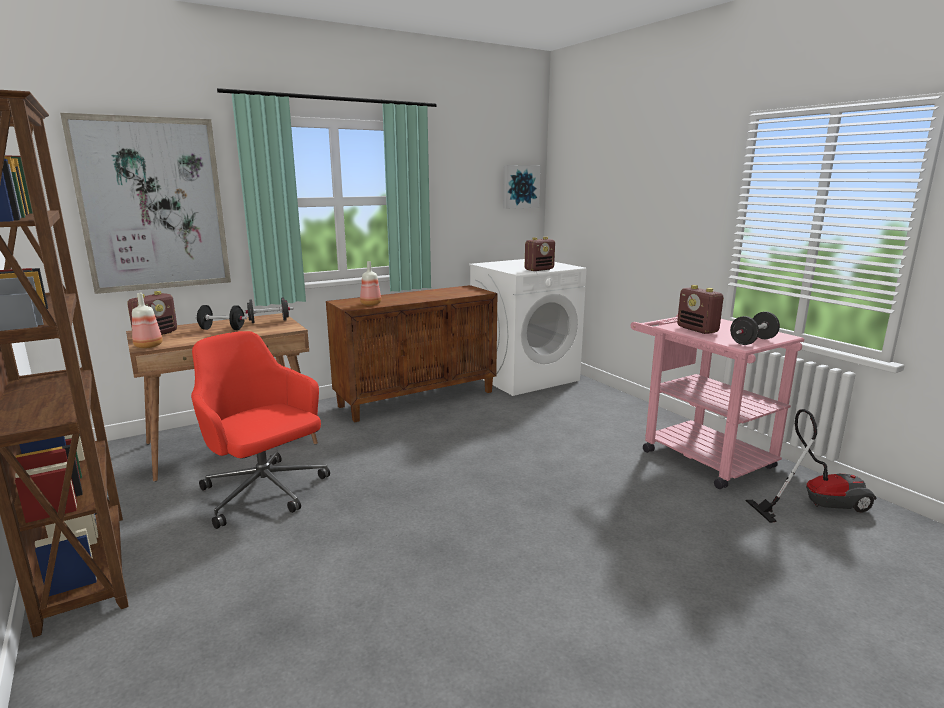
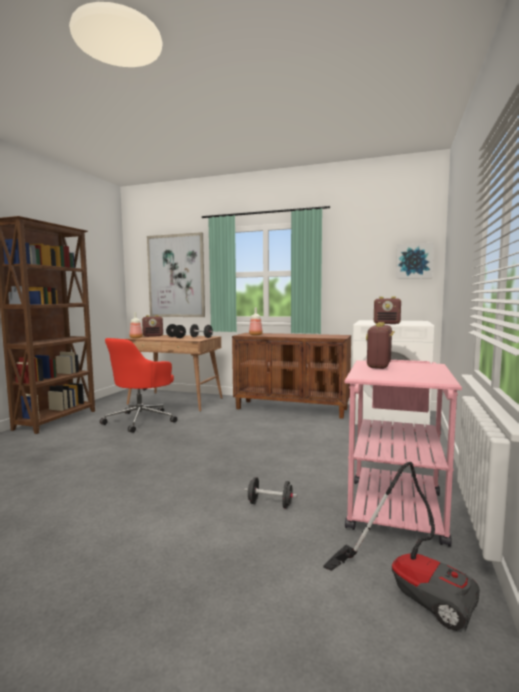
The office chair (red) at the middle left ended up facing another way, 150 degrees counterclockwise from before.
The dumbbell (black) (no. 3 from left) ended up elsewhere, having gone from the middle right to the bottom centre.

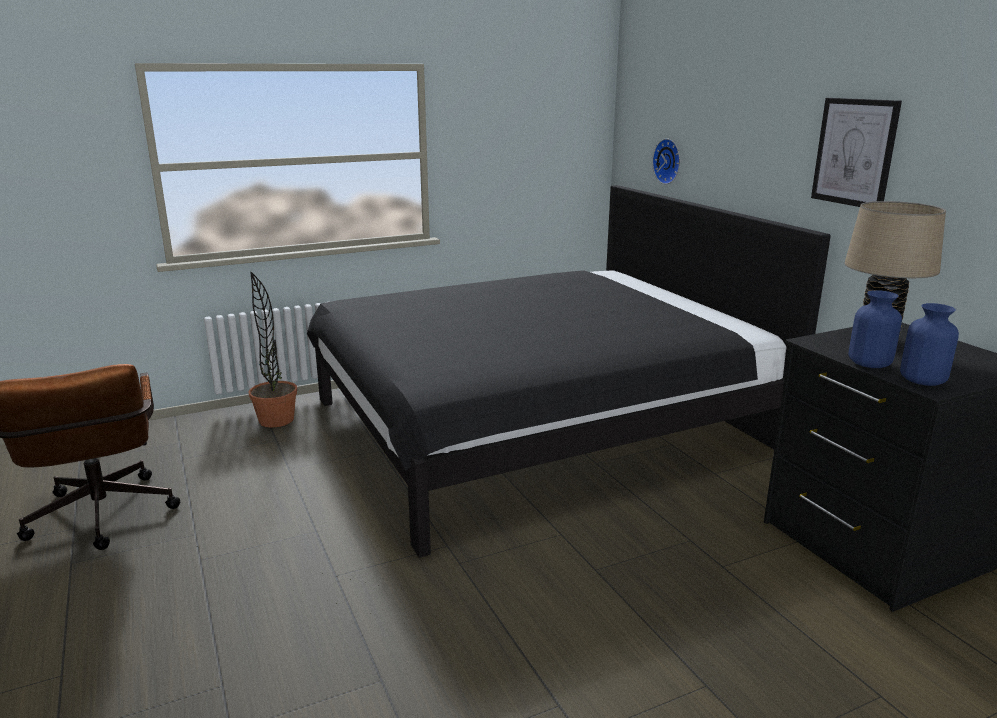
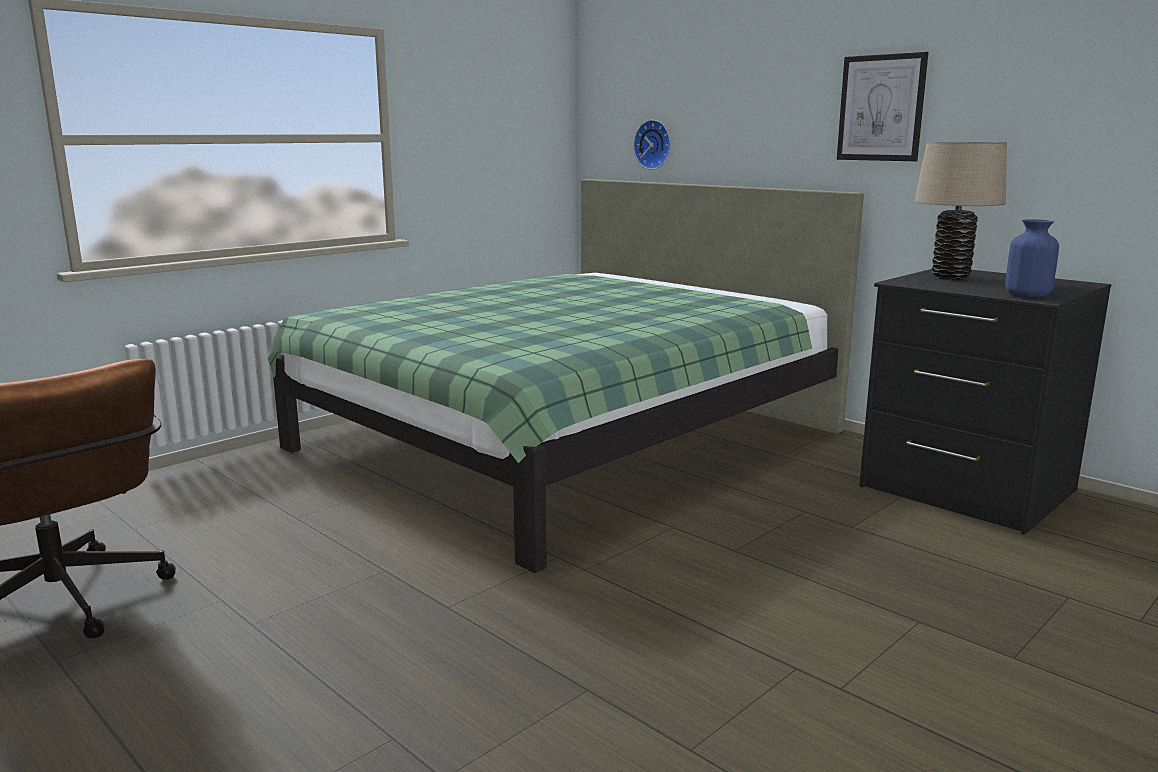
The second view lost the potted plant at the middle left.
What was the bed (black) at the centre turned into the bed (green) at the centre.
The second view lost the vase (blue) (no. 1 from left) at the middle right.

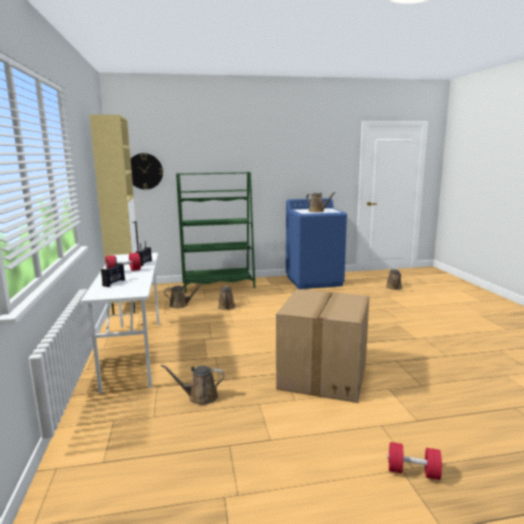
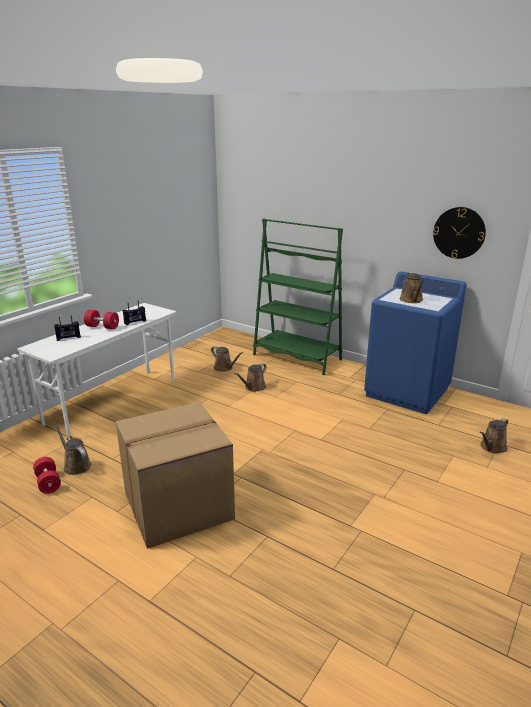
The second view lost the cabinet (beige) at the middle left.
The wall clock ended up elsewhere, having gone from the top left to the top right.
The dumbbell (red) (no. 2 from left in the first image) ended up elsewhere, having gone from the bottom right to the bottom left.

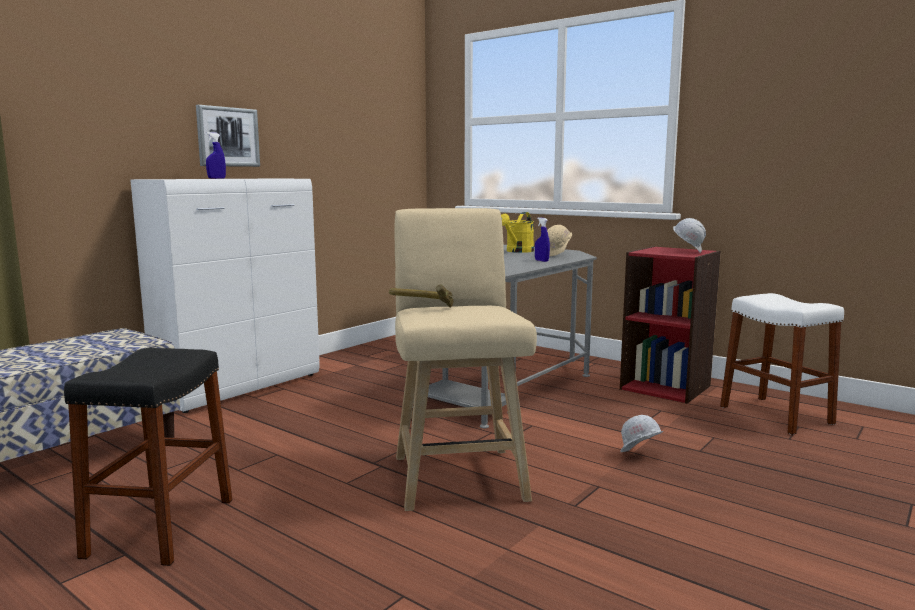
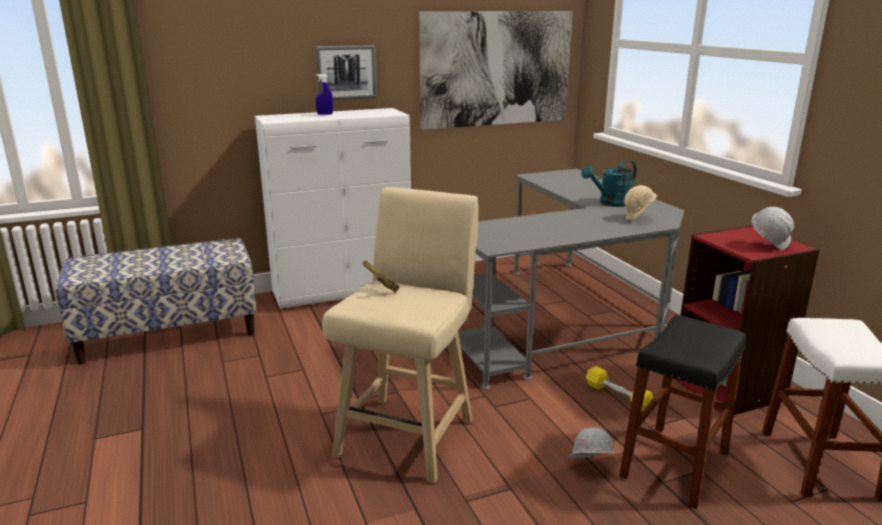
The stool (black) ended up elsewhere, having gone from the bottom left to the bottom right.
What was the watering can (yellow) at the centre turned into the watering can (turquoise) at the middle right.
The second view lost the spray bottle (blue) (no. 2 from left) at the centre.
The second view gained the picture (no. 2 from left) at the top centre.
The second view gained the dumbbell (yellow) at the bottom right.

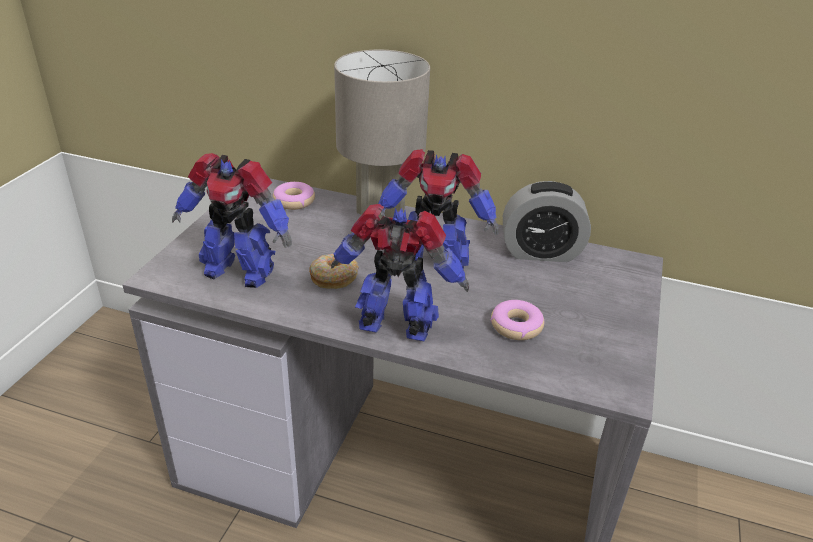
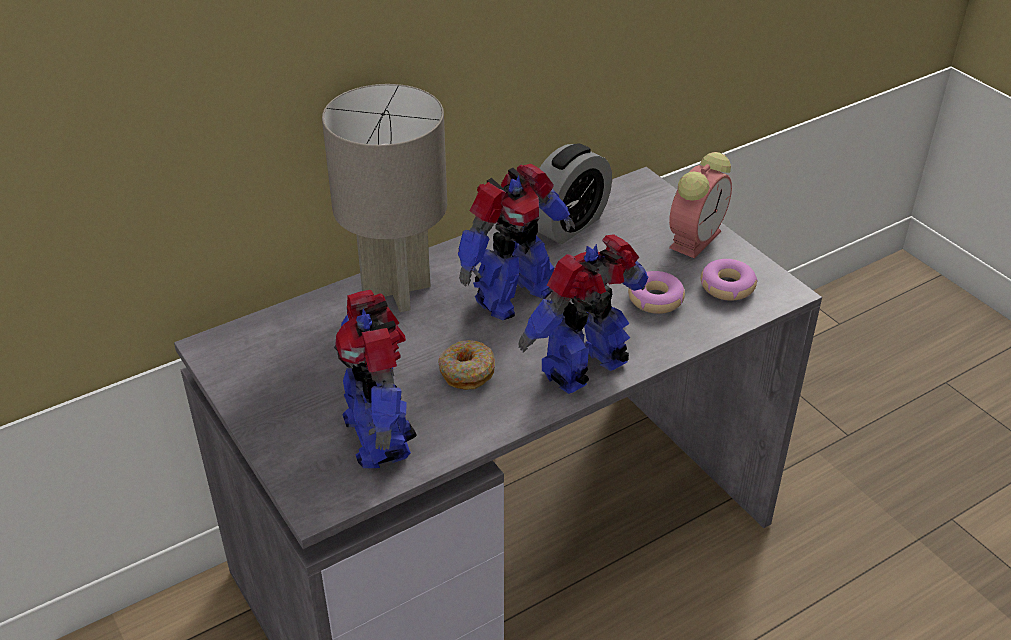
The toy robot (no. 1 from left) at the middle left ended up facing another way, 105 degrees clockwise from before.
The donut (no. 1 from left in the first image) ended up elsewhere, having gone from the centre to the middle right.
The second view gained the alarm clock (no. 2 from left) at the top right.

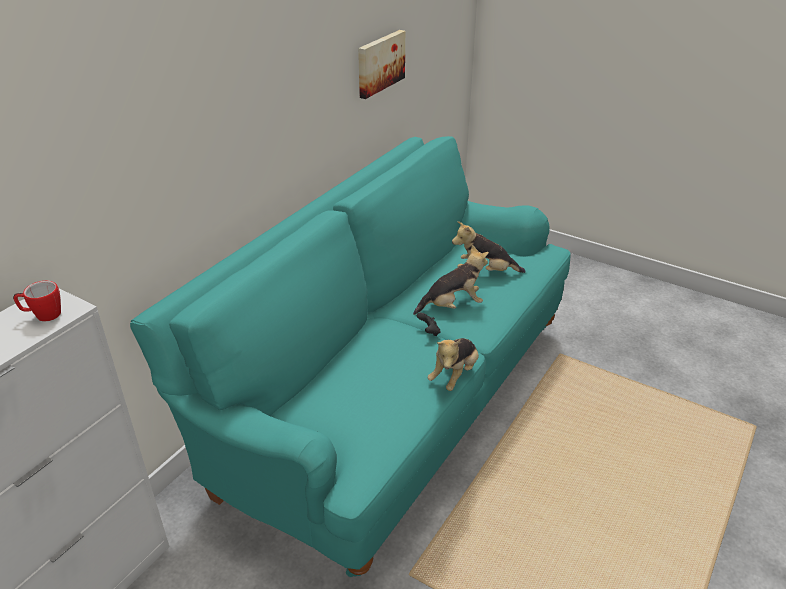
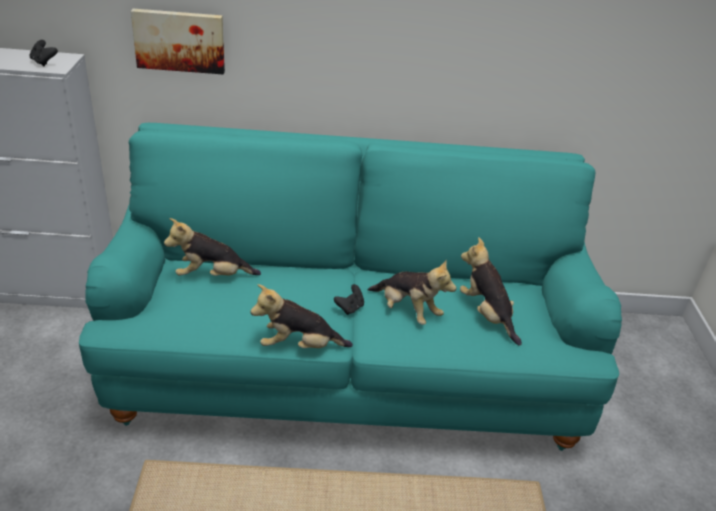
Where the mug stood at the middle left, the game controller (black) (no. 1 from left) came to stand at the top left.
The picture ended up elsewhere, having gone from the top centre to the top left.
The second view gained the plush toy (no. 1 from left) at the middle left.

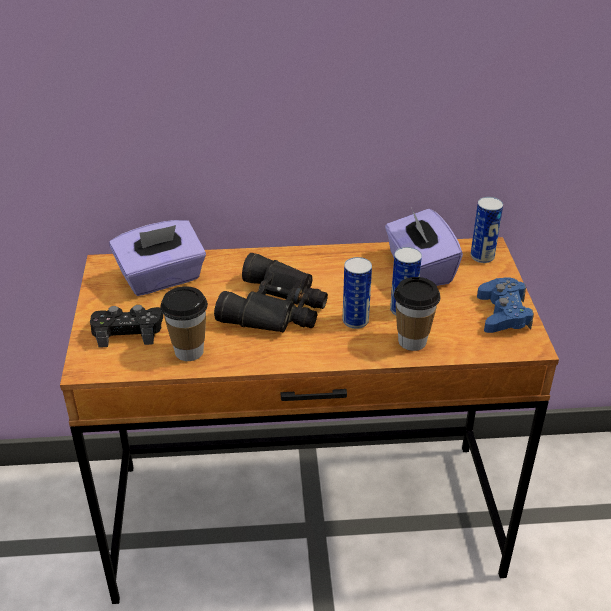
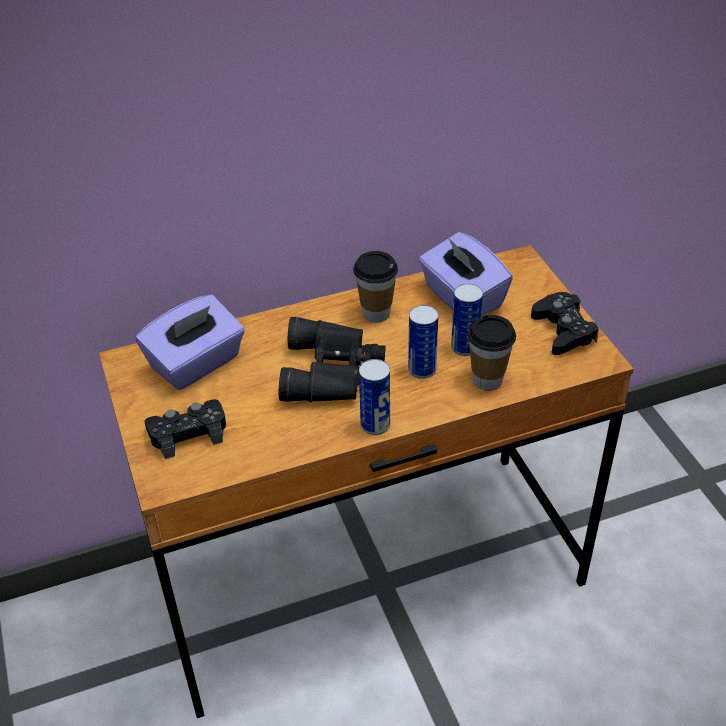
The cup (no. 1 from left) ended up elsewhere, having gone from the middle left to the centre.
The can (no. 3 from left in the first image) ended up elsewhere, having gone from the middle right to the centre.
What was the game controller (blue) at the middle right turned into the game controller (black) (no. 2 from left) at the middle right.

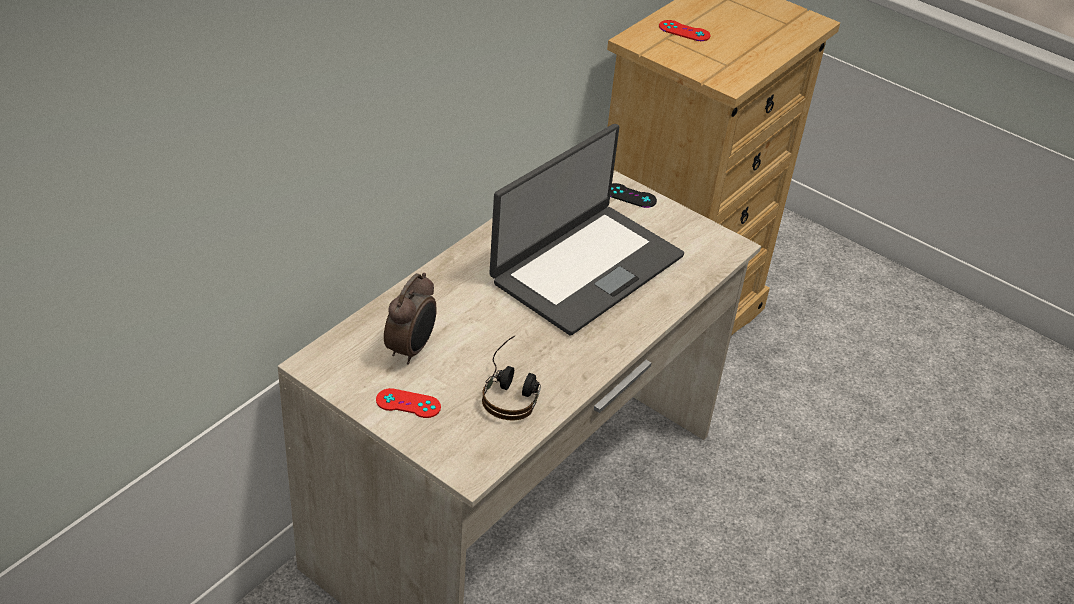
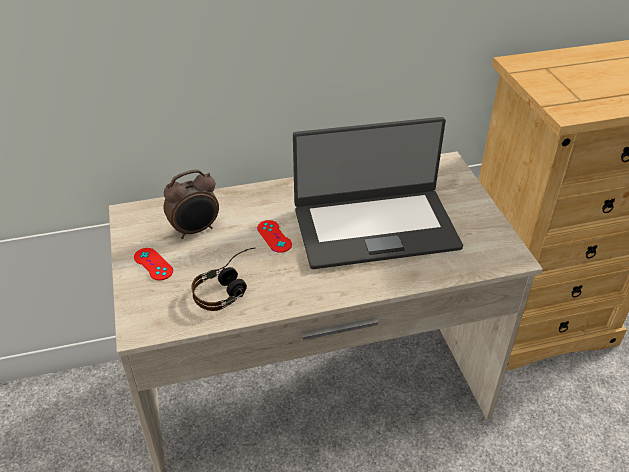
The second view lost the game controller (black) at the top centre.
The game controller (red) (no. 2 from left) ended up elsewhere, having gone from the top centre to the centre.

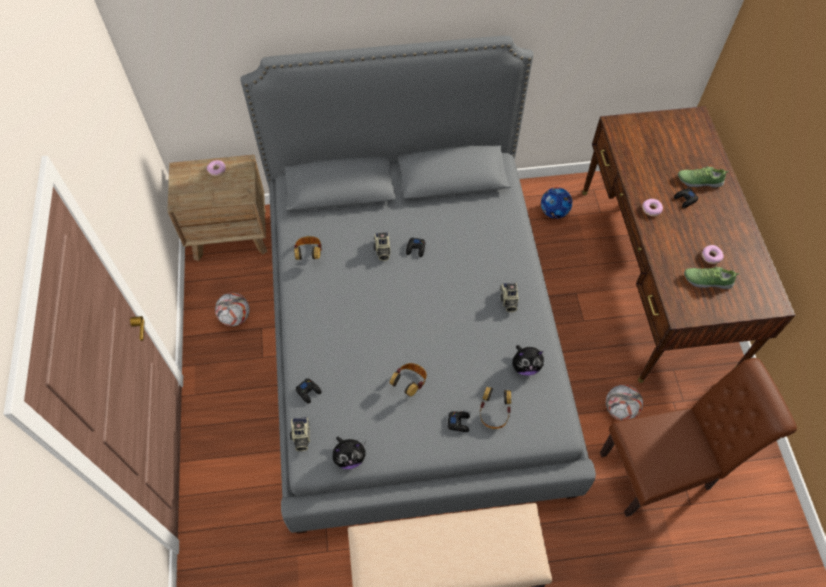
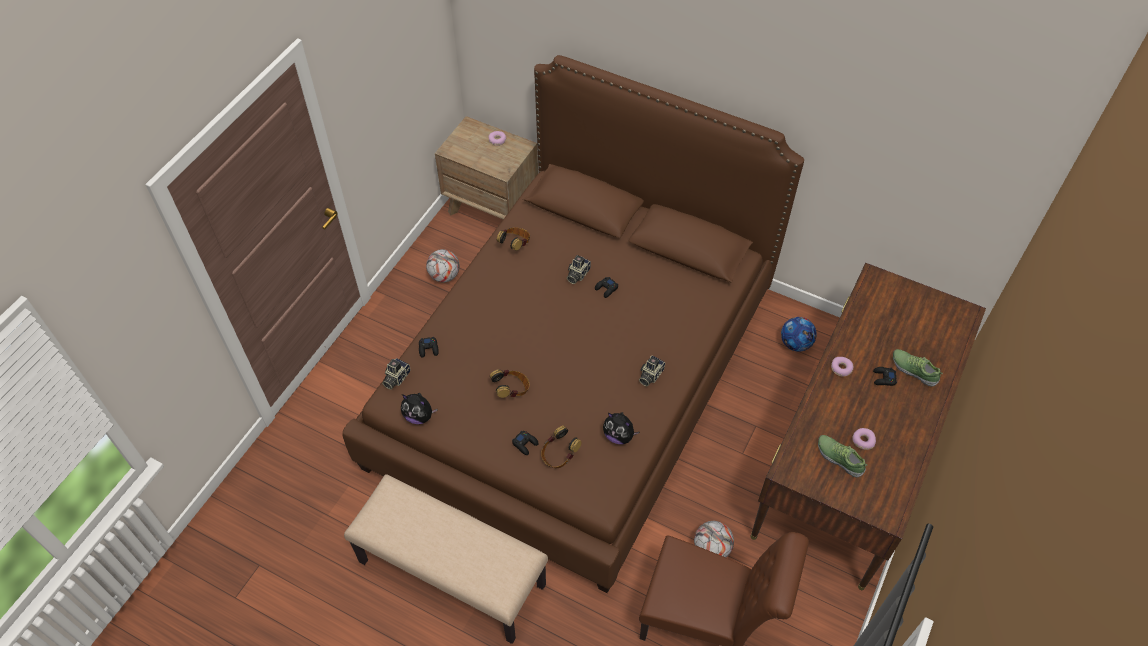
What was the bed (grey) at the centre turned into the bed (brown) at the centre.

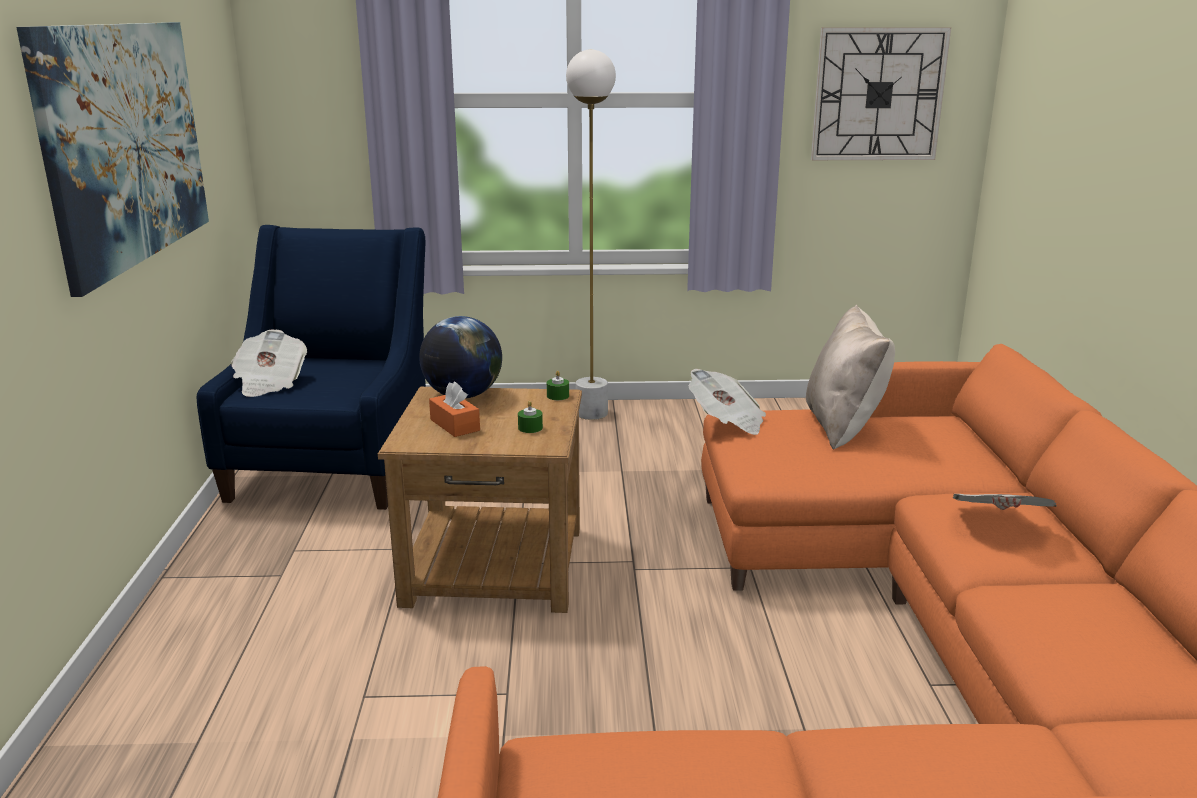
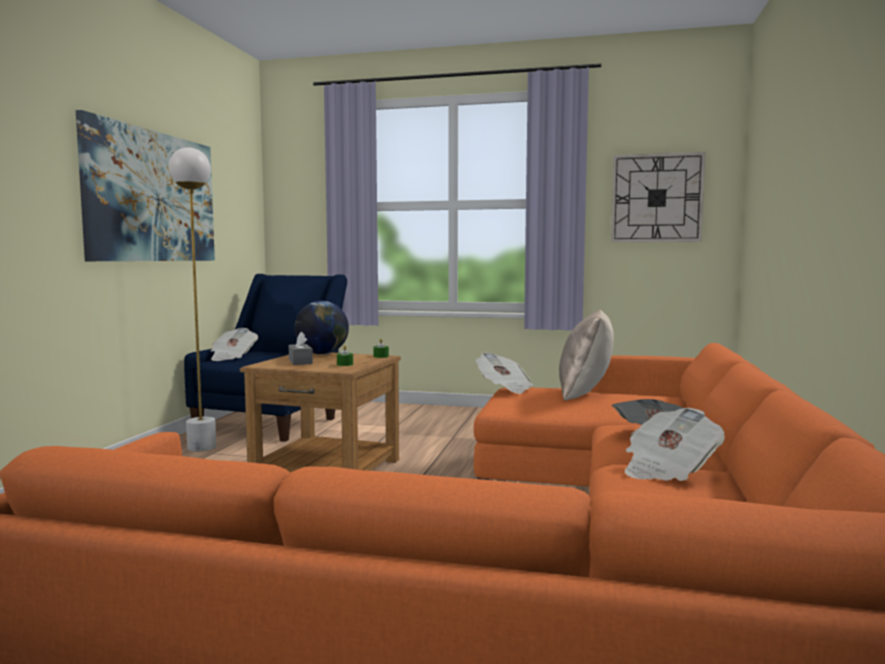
What was the tissue box (orange) at the centre turned into the tissue box (grey) at the centre.
The floor lamp (white) ended up elsewhere, having gone from the top centre to the middle left.
The second view gained the newspaper (no. 4 from left) at the bottom right.

